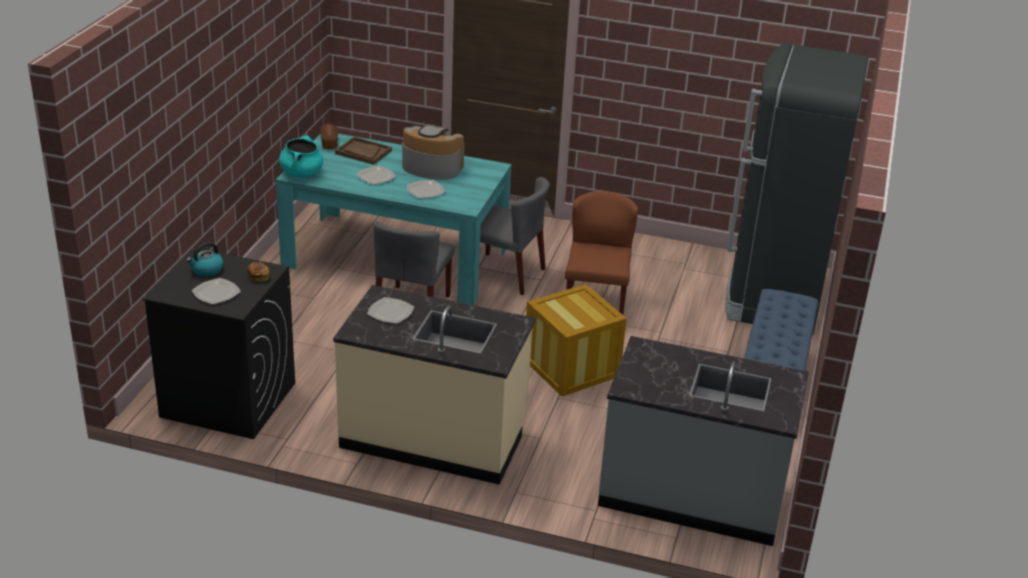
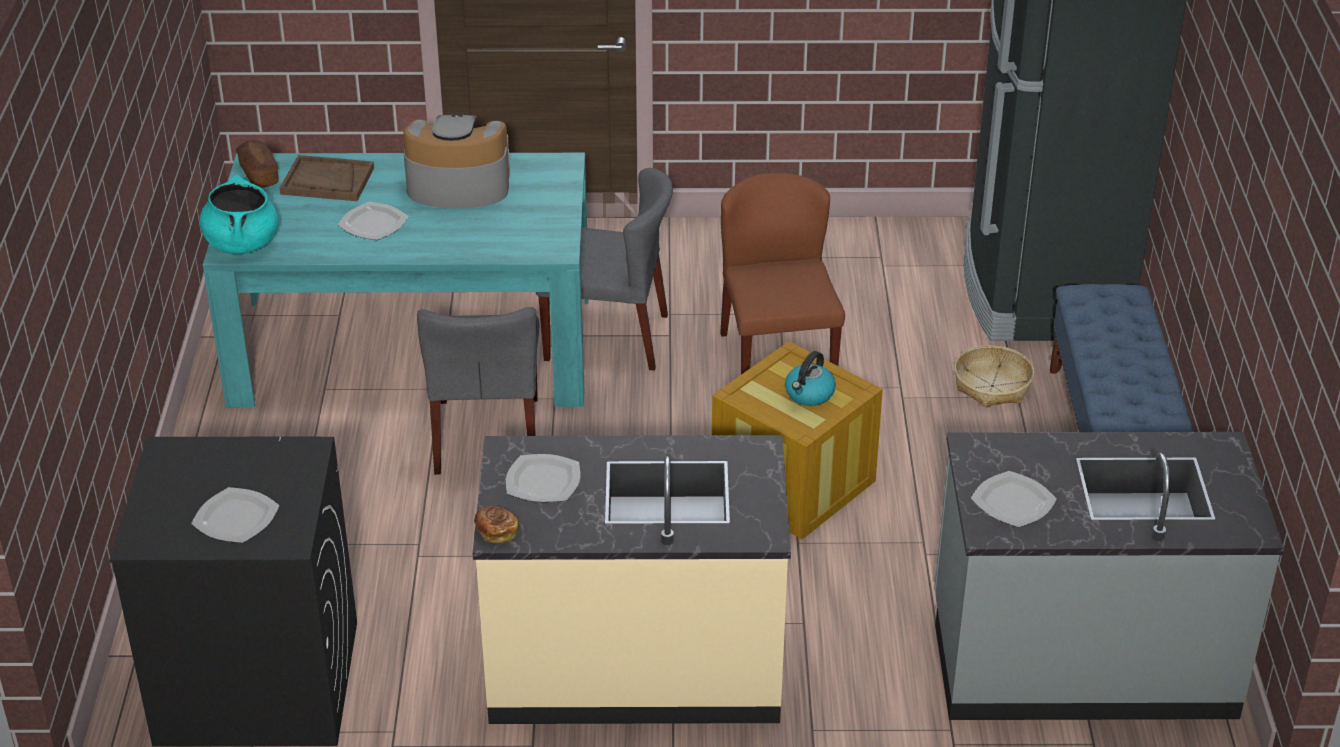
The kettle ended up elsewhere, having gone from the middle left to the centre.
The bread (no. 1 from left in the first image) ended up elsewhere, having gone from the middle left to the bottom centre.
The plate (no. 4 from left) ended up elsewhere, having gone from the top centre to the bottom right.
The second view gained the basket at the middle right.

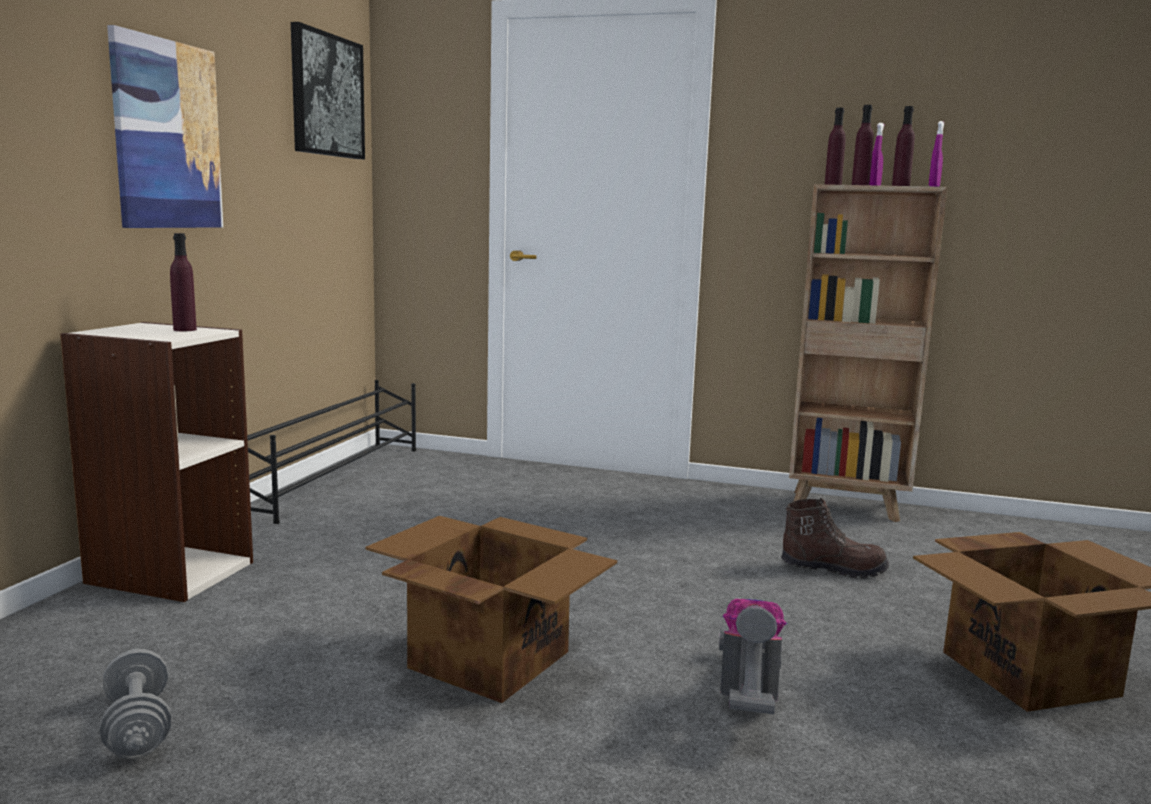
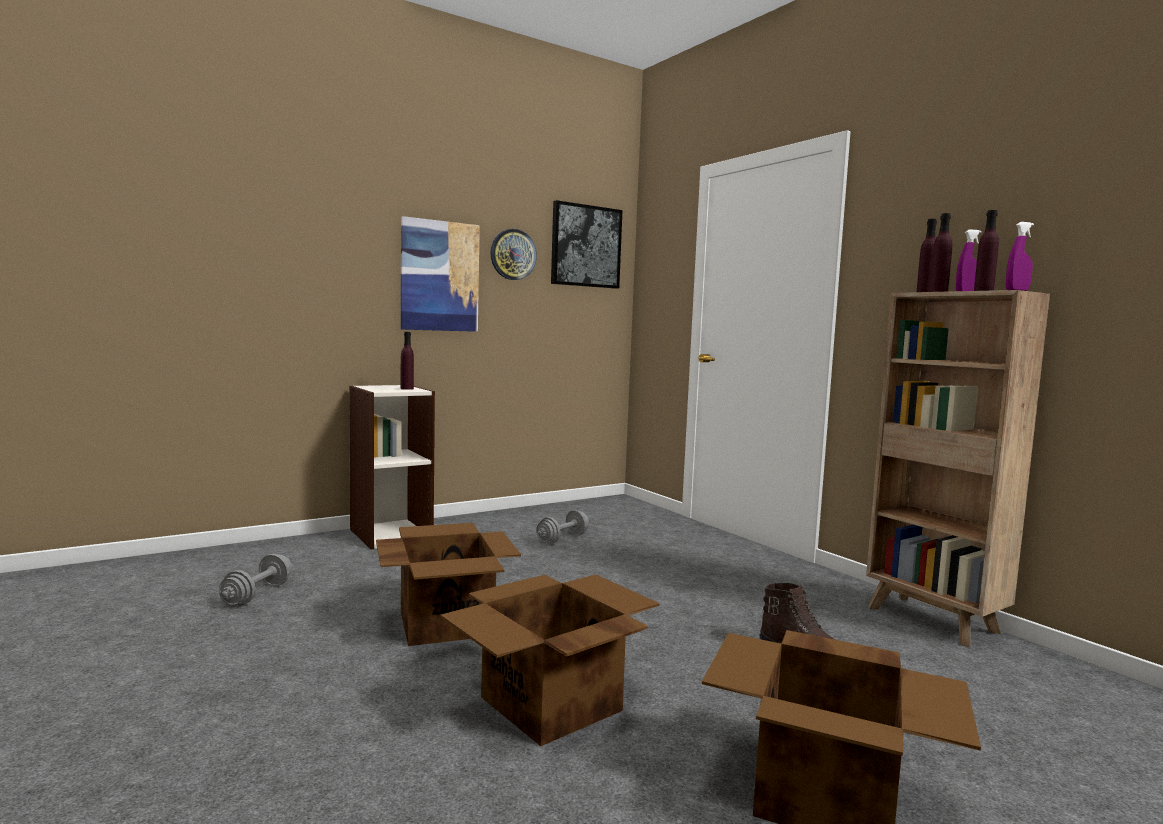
The second view lost the shoe rack (black) at the middle left.
Where the vacuum cleaner stood at the bottom centre, the cardboard box (no. 2 from left) came to stand at the bottom centre.
The second view gained the wall clock at the top centre.
The second view gained the dumbbell (grey) (no. 2 from left) at the centre.

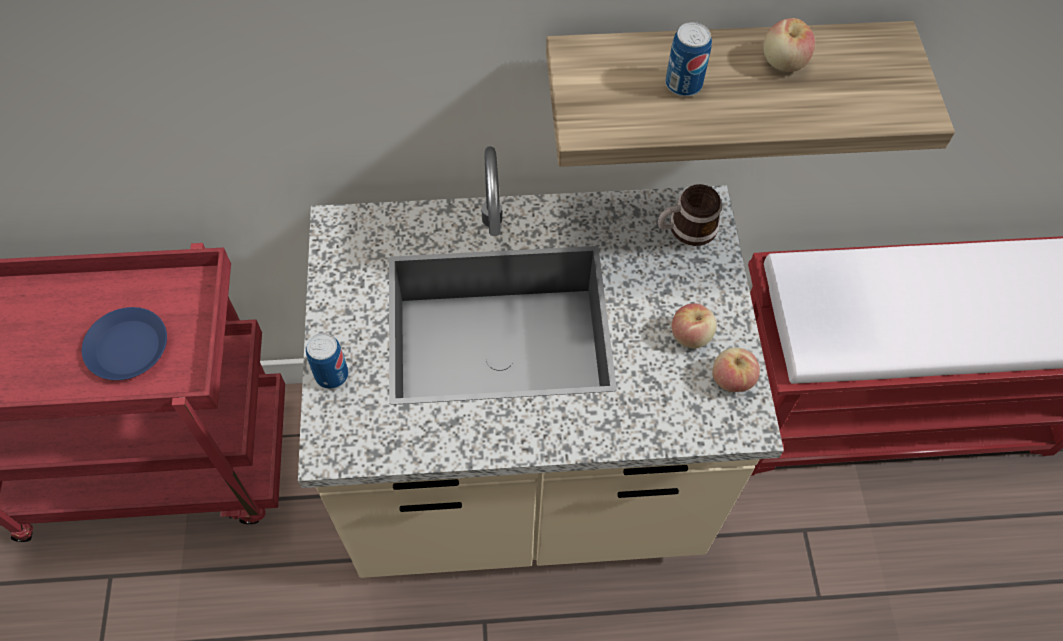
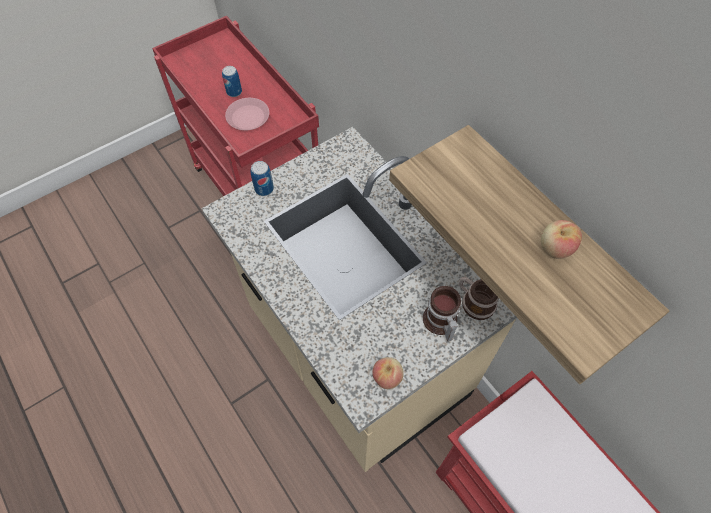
What was the plate (blue) at the middle left turned into the plate (pink) at the top centre.
The can (no. 2 from left in the first image) ended up elsewhere, having gone from the top centre to the top left.
The second view lost the apple (no. 1 from left) at the centre.
The second view gained the mug (no. 1 from left) at the centre.

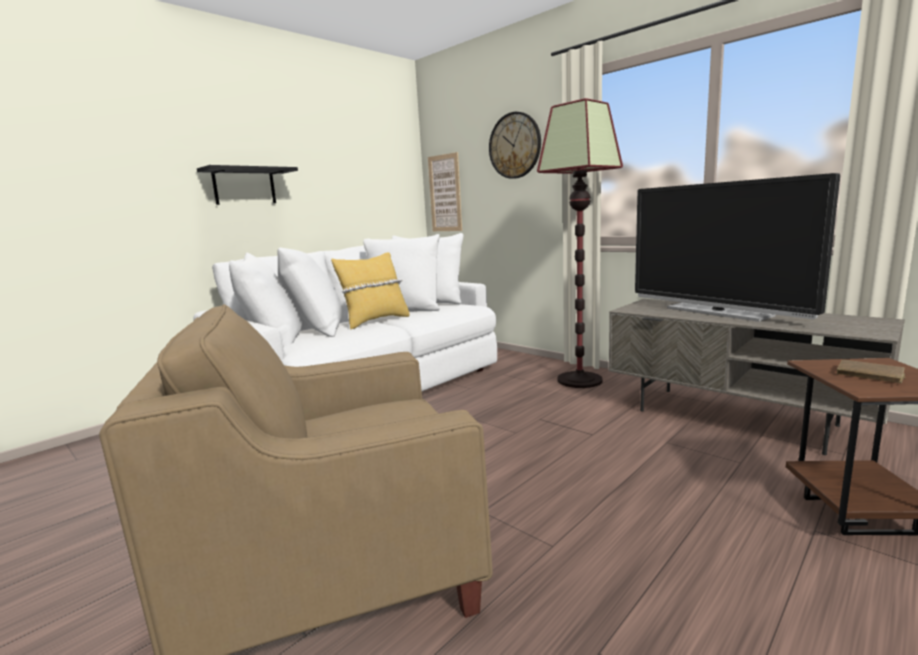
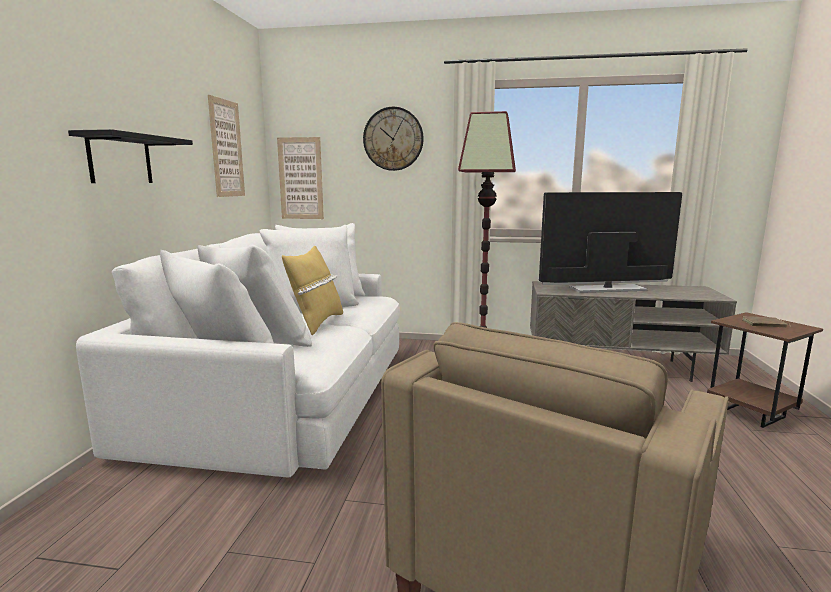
The television at the middle right ended up facing another way, 150 degrees clockwise from before.
The second view gained the picture (no. 1 from left) at the top left.

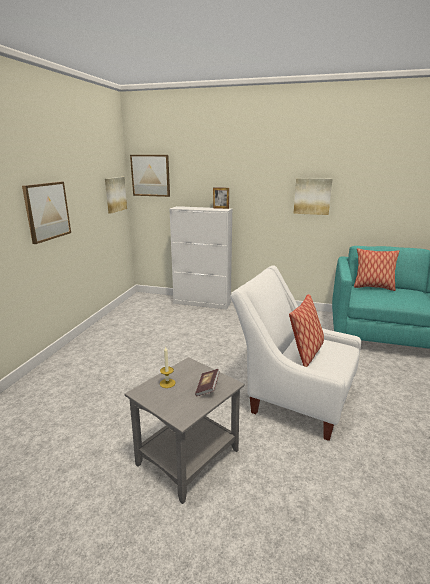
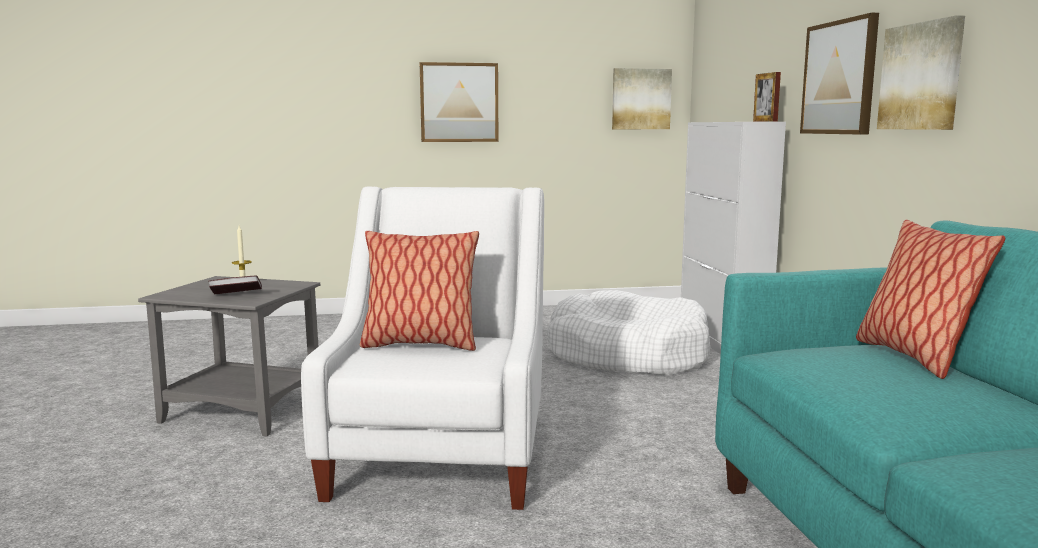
The picture (no. 3 from left) ended up elsewhere, having gone from the top centre to the top right.
The second view gained the dog bed (white) at the centre.

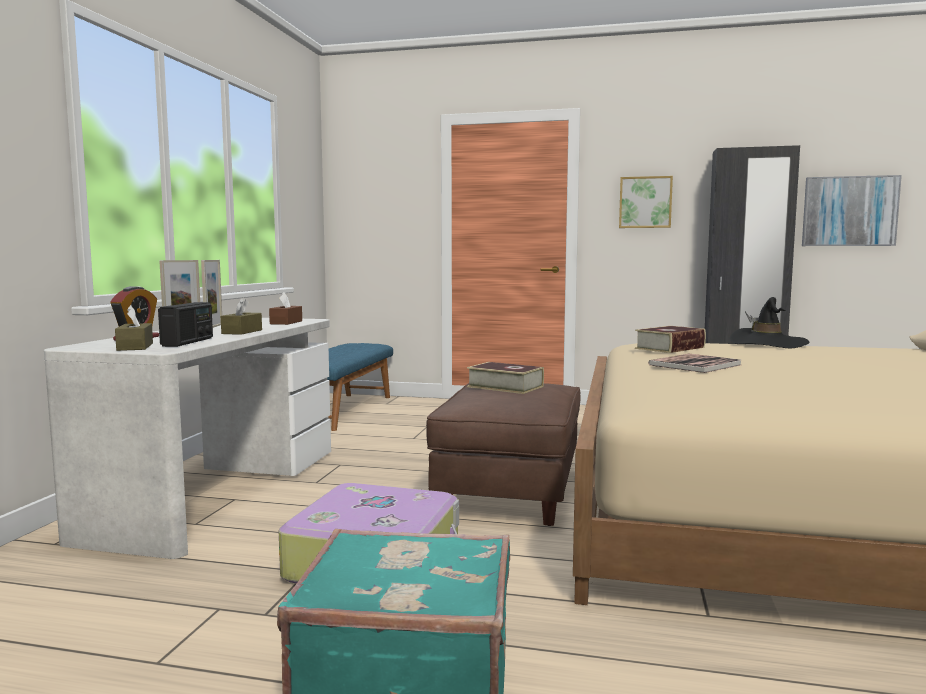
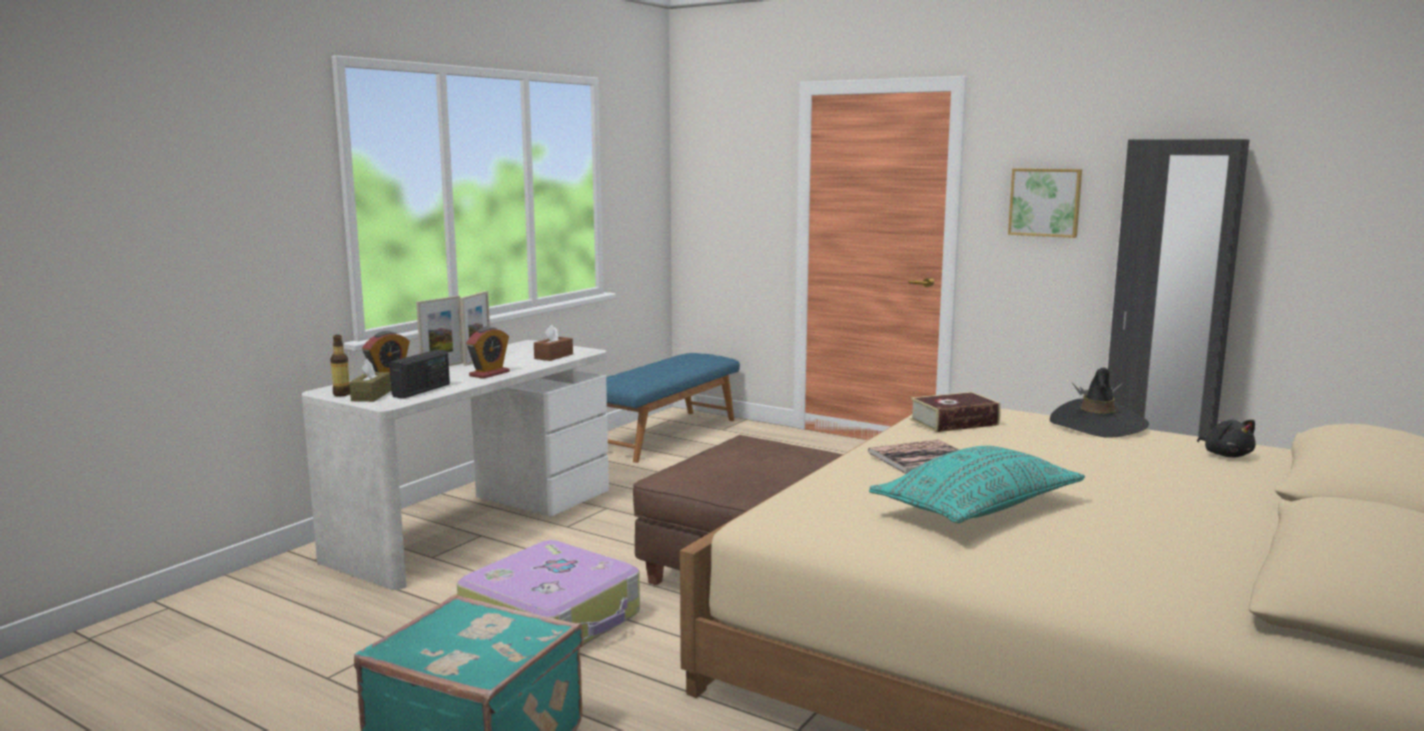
Where the tissue box (brown) (no. 2 from left) stood at the middle left, the alarm clock (no. 2 from left) came to stand at the centre.
The second view lost the book (no. 1 from left) at the centre.
The second view lost the picture (no. 2 from left) at the top right.
The second view gained the bottle at the middle left.
The second view gained the pillow (turquoise) at the middle right.
The second view gained the plush toy (black) at the middle right.

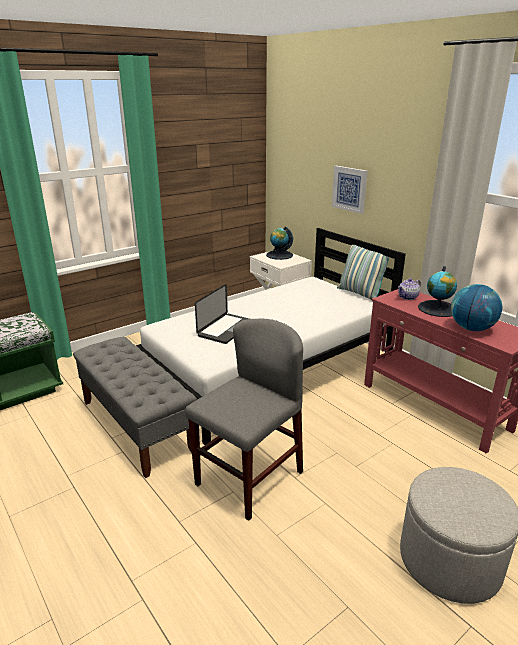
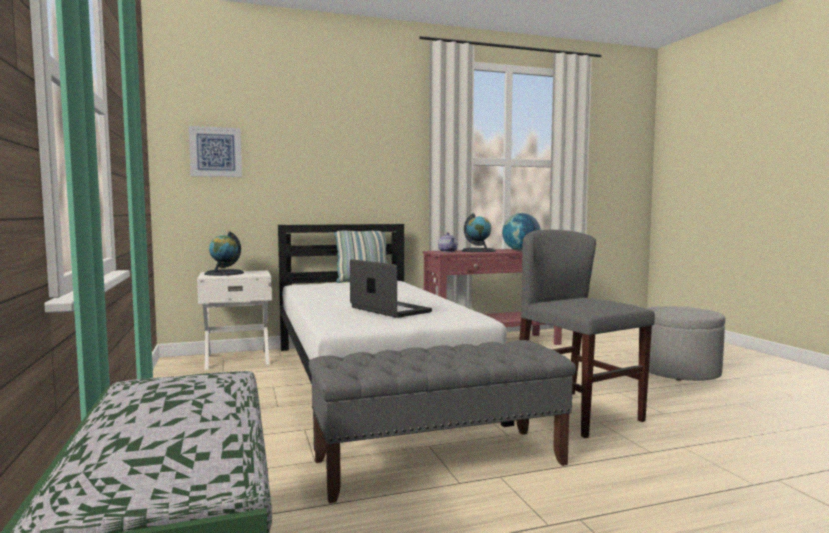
The picture ended up elsewhere, having gone from the top right to the top left.

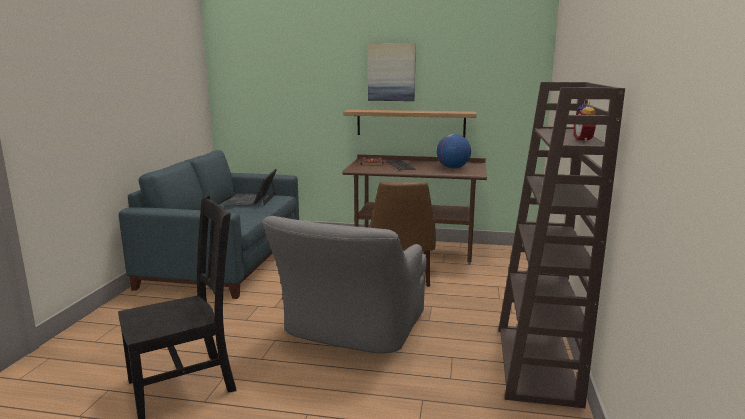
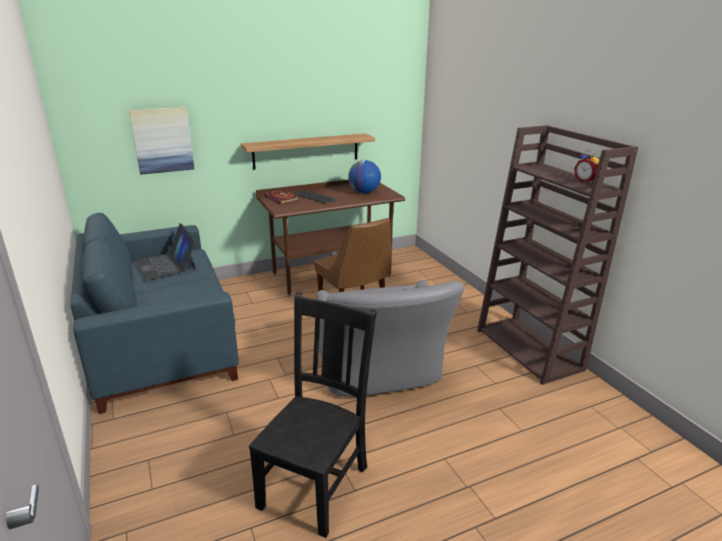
The picture ended up elsewhere, having gone from the top centre to the top left.

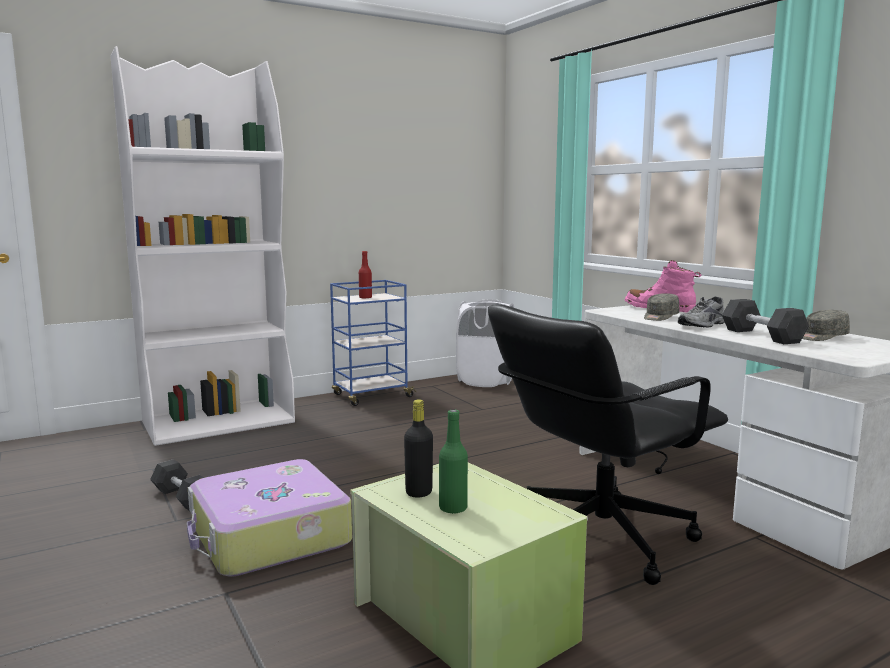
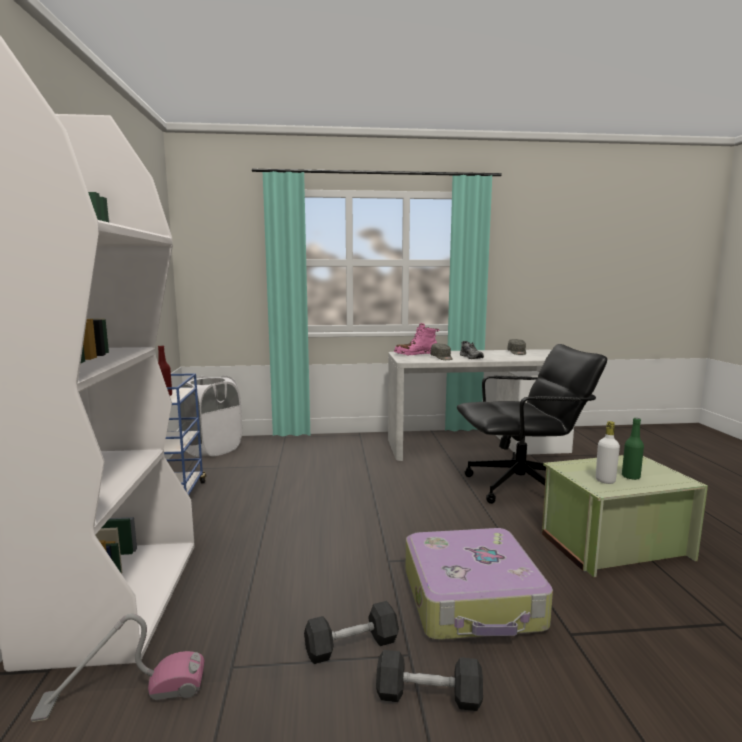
What was the bottle (black) at the bottom centre turned into the bottle (white) at the middle right.
The office chair (black) at the middle right ended up facing another way, 90 degrees counterclockwise from before.
The dumbbell (grey) (no. 2 from left) ended up elsewhere, having gone from the middle right to the bottom centre.
The second view gained the vacuum cleaner at the bottom left.

